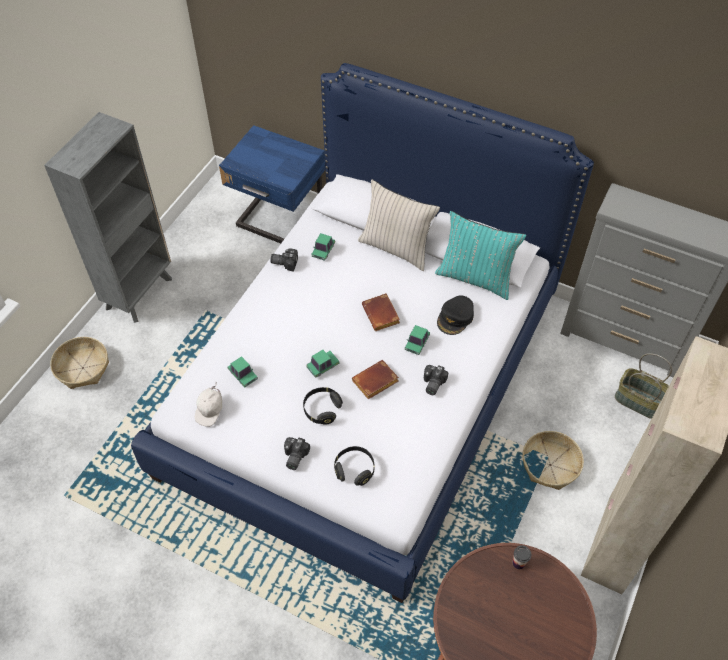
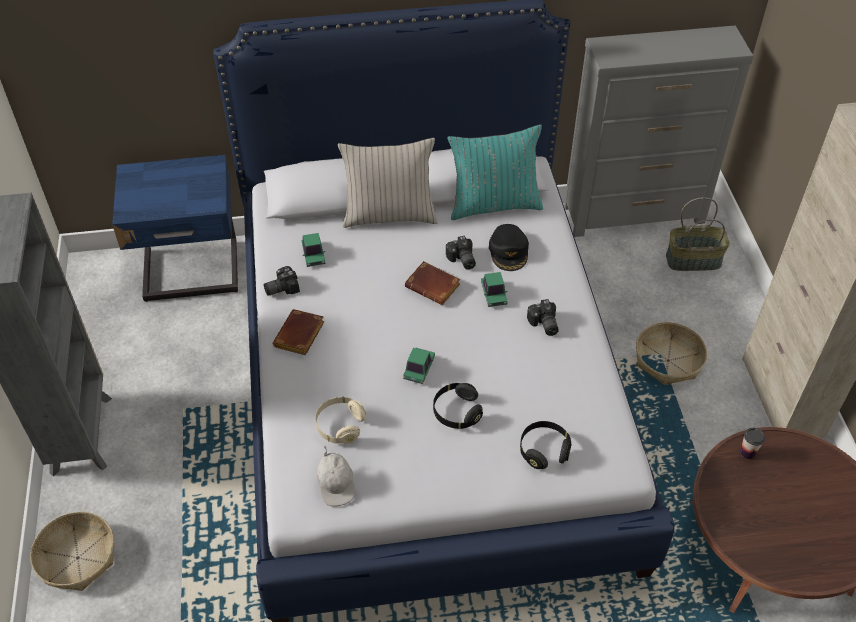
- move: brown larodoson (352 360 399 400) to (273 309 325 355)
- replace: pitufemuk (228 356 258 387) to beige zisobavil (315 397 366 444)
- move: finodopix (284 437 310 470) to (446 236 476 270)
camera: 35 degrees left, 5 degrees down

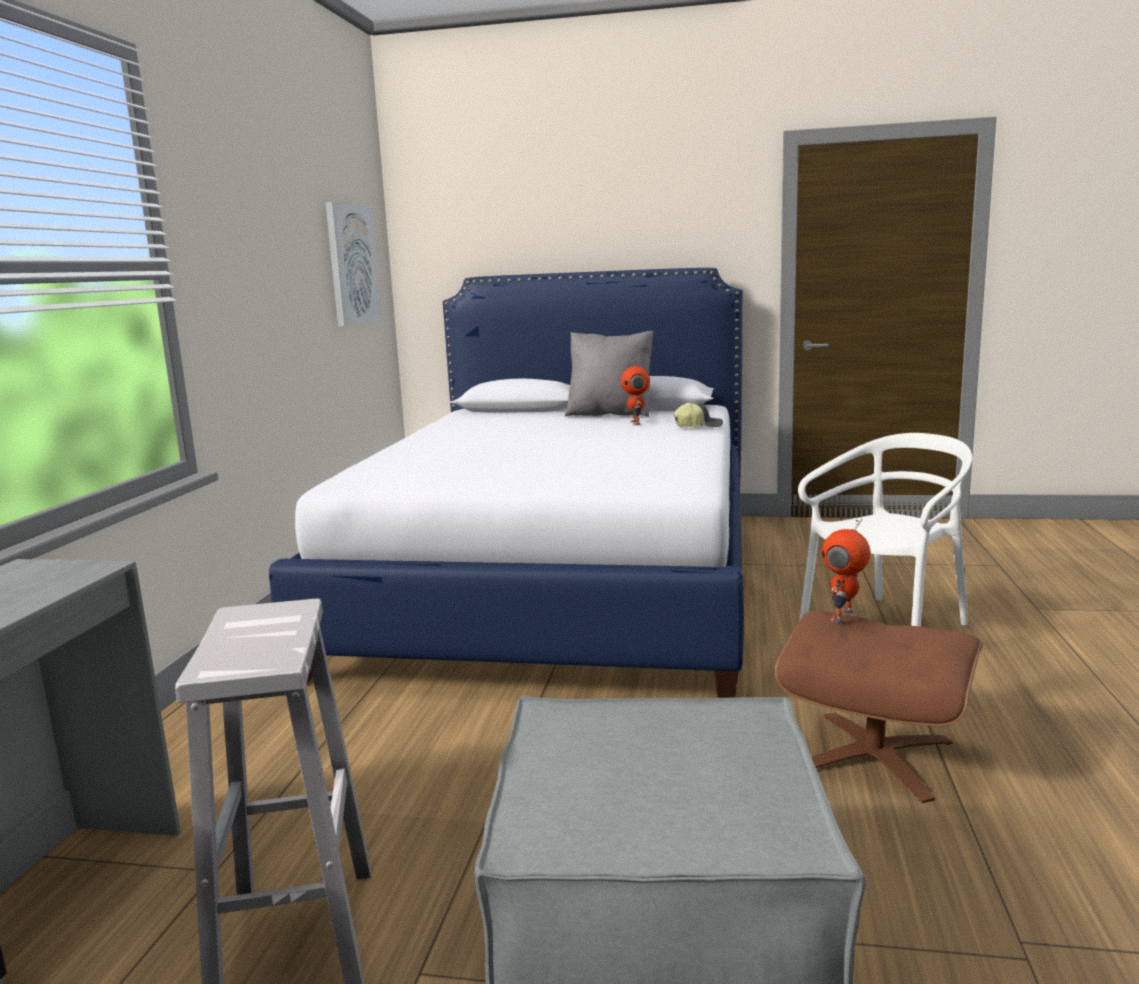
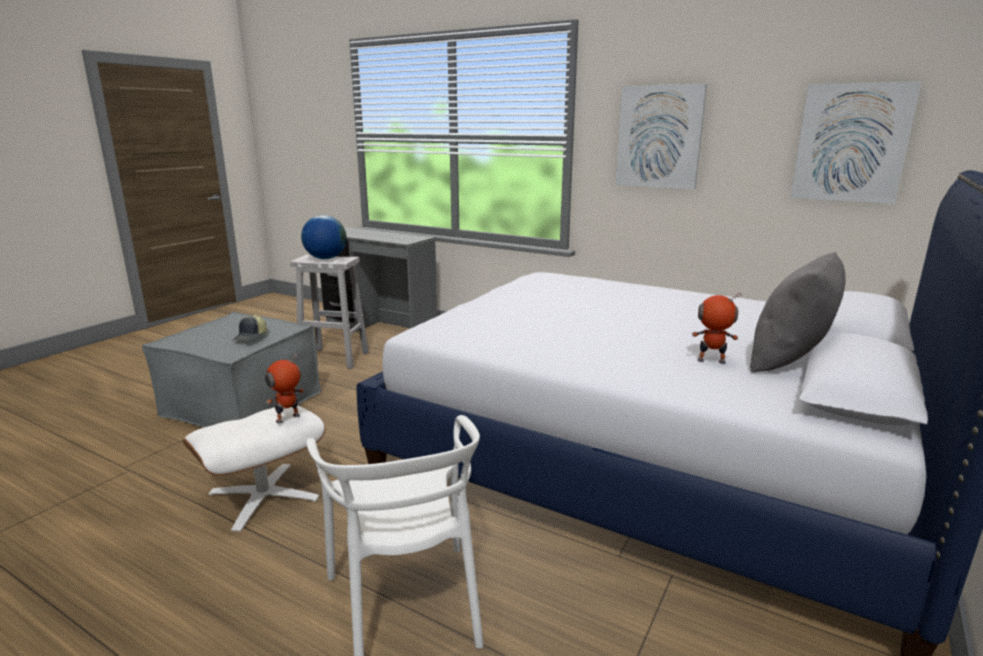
- recolor: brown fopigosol (775 610 983 803) to white fopigosol (183 405 326 532)
- move: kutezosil (673 402 723 427) to (233 315 267 341)
- rotate: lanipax (822 518 871 623) = (265 354 305 423) 105 degrees counterclockwise
- insert: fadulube (301 215 347 259)
- insert: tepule (616 84 707 189)
camera: 110 degrees right, 5 degrees up

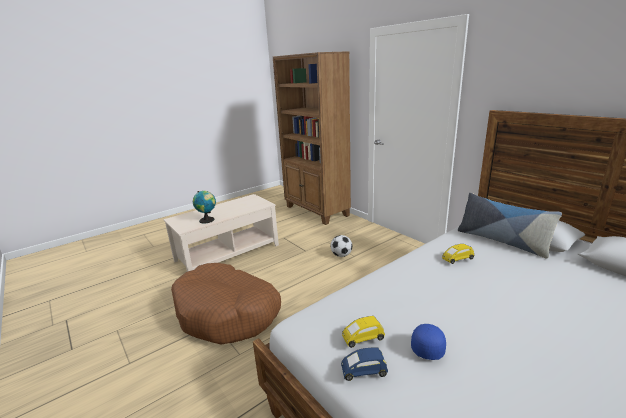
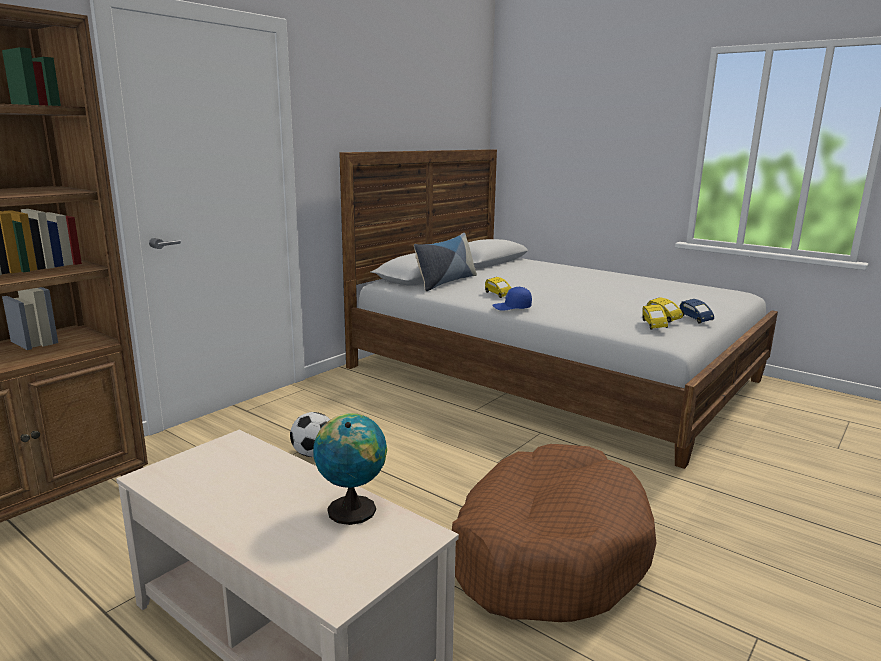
- move: blue kutezosil (411 324 446 360) to (492 287 532 311)
- insert: yellow pitufemuk (642 304 668 330)
camera: 105 degrees left, 5 degrees down

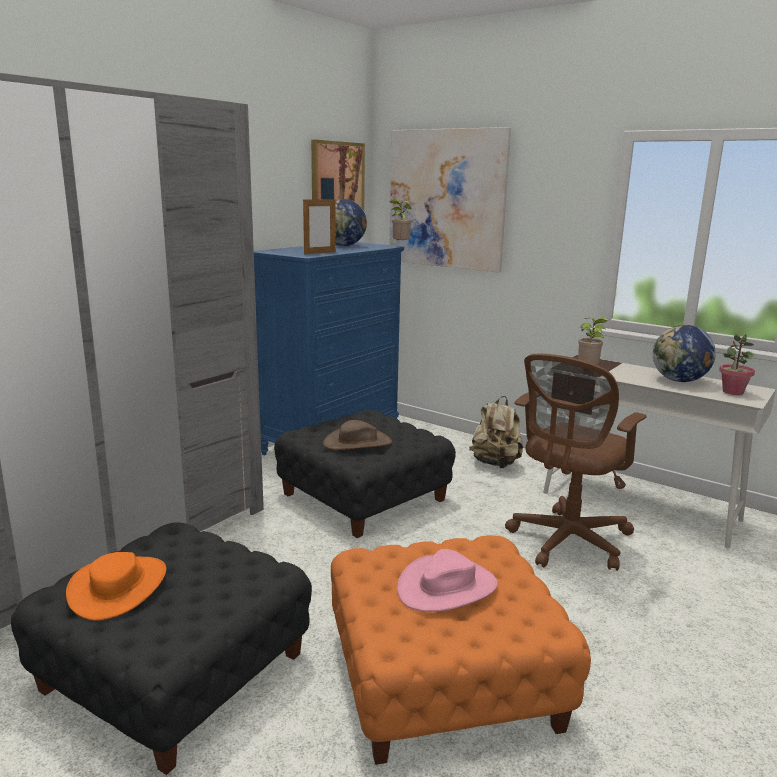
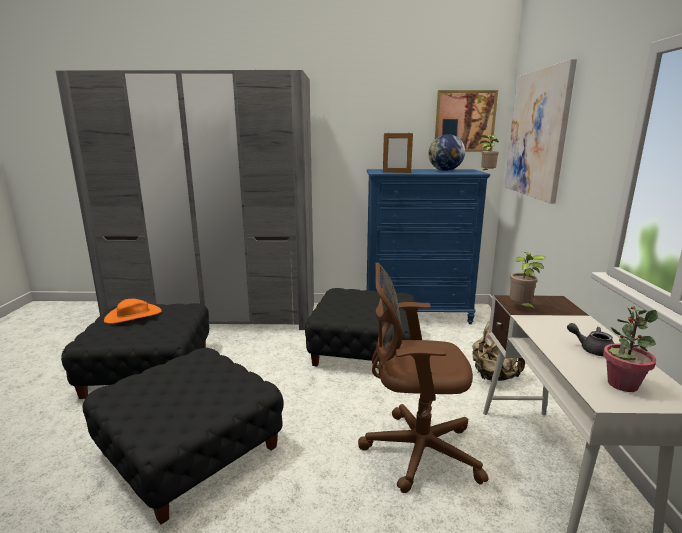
- recolor: orange fopigosol (331 535 591 765) to black fopigosol (82 348 284 524)
- replace: fadulube (653 325 716 382) to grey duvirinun (567 323 614 356)
- delete: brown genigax (323 420 392 450)
- delete: pink genigax (397 549 498 612)
camera: 55 degrees right, 0 degrees up

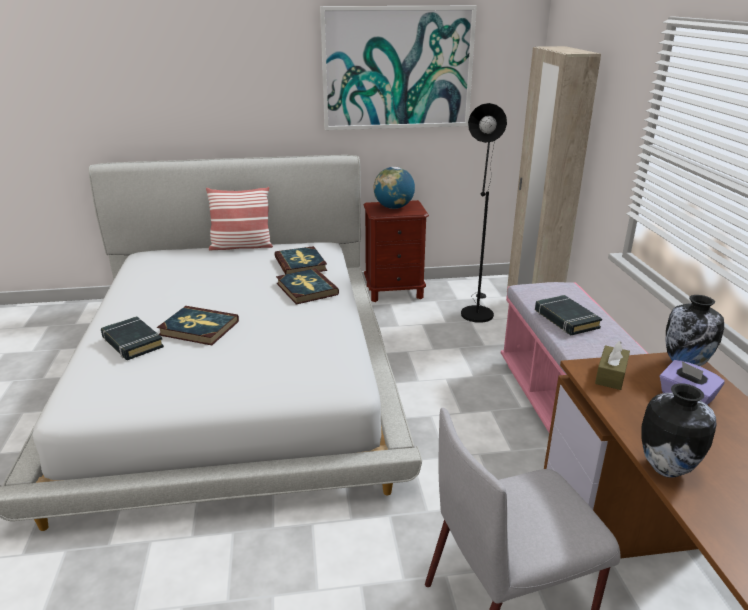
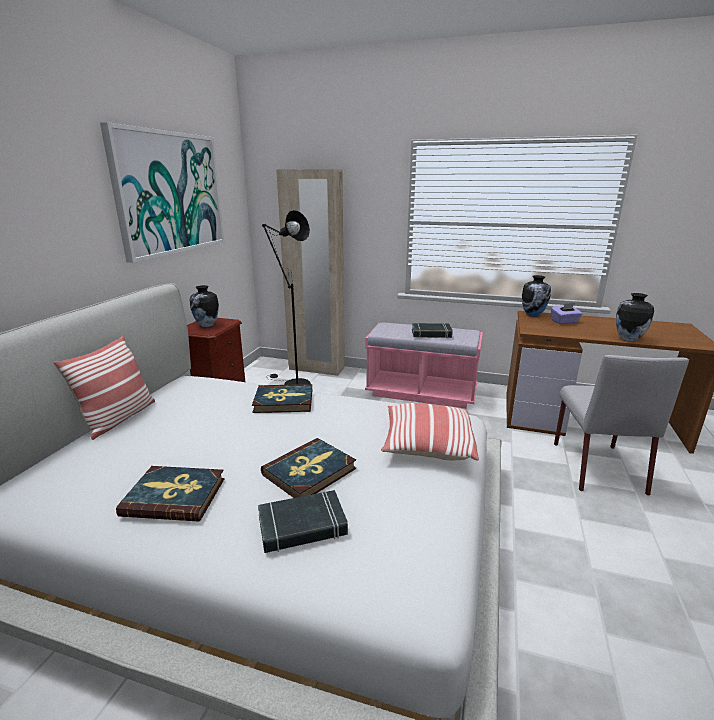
- move: larodoson (275 246 327 274) to (116 466 225 522)
- replace: fadulube (373 167 415 209) to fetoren (189 285 219 327)
- insert: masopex (381 403 479 461)
- delete: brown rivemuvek (595 341 630 390)
camera: 65 degrees left, 5 degrees down

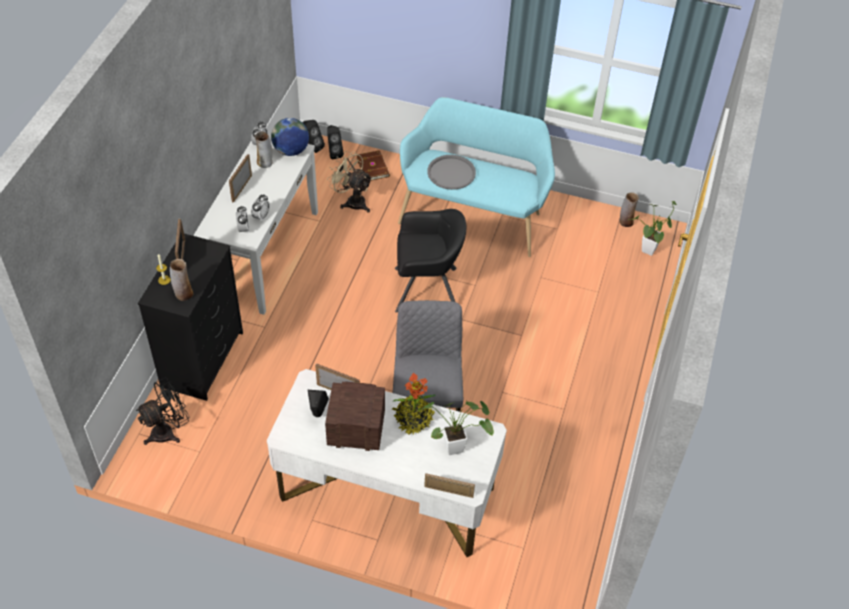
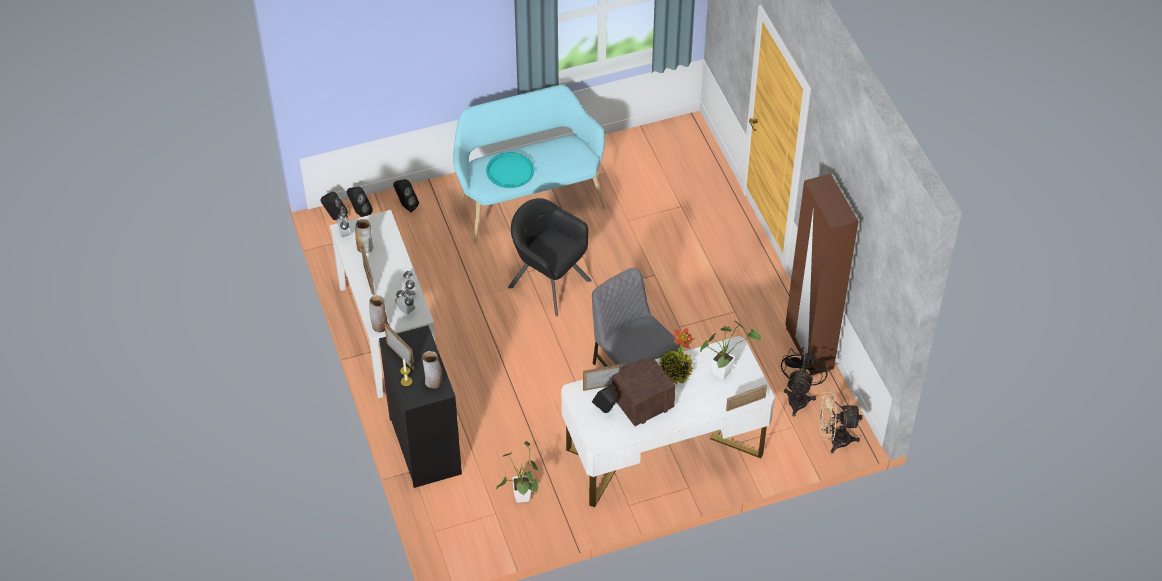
- move: fetoren (620 192 639 227) to (369 295 389 333)
- replace: brown larodoson (357 150 390 181) to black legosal (393 179 419 213)
- recolor: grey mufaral (427 155 476 190) to turquoise mufaral (486 152 534 188)
- move: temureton (628 201 677 256) to (496 441 538 503)
- rotate: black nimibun (395 209 466 312) = (508 198 592 316) 105 degrees counterclockwise
- move: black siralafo (136 378 189 445) to (781 347 829 417)
- insert: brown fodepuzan (785 174 859 375)
- move: beige siralafo (327 151 373 213) to (819 392 863 453)
- delete: fadulube (271 118 309 156)
camera: 35 degrees left, 0 degrees up

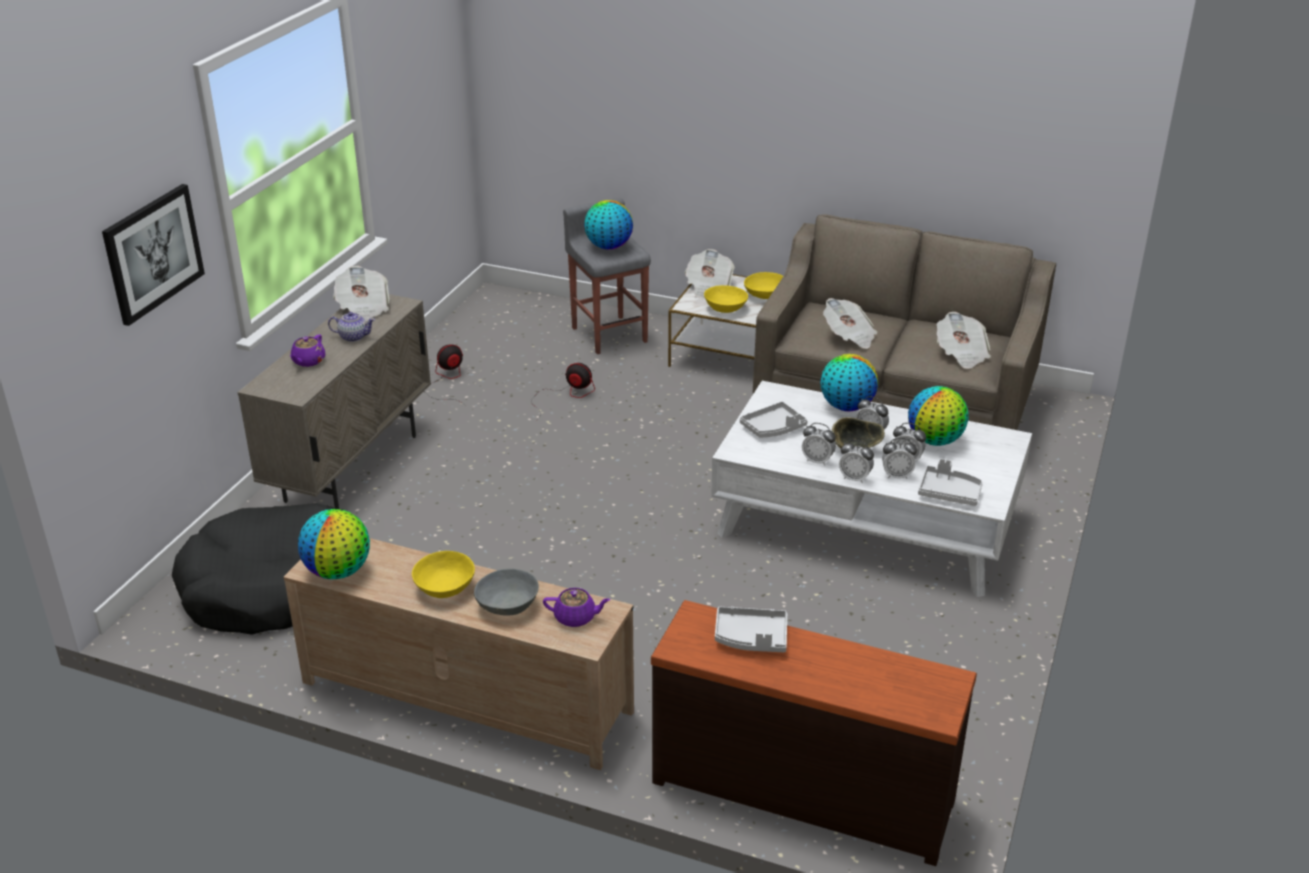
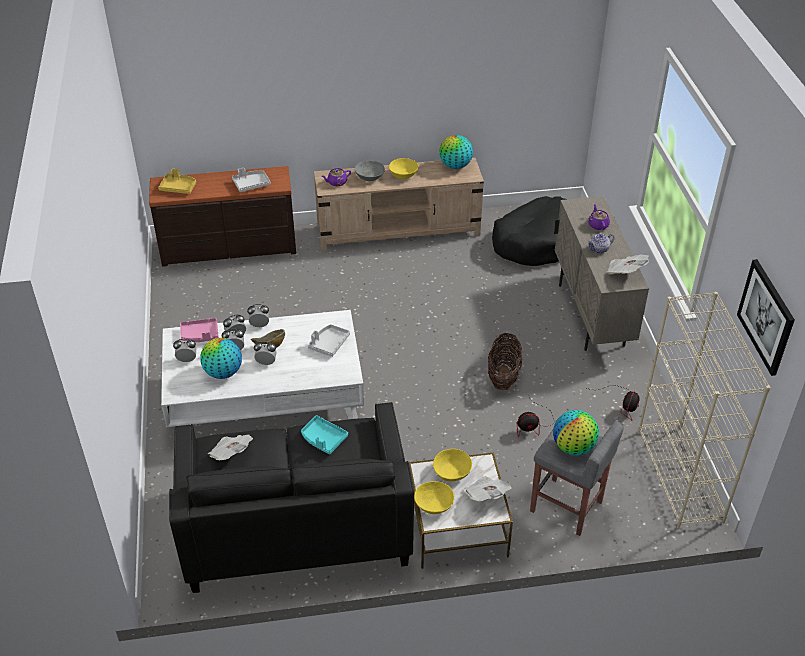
- insert: yellow mufaral (158 169 196 194)
- recolor: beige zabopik (753 214 1056 430) to black zabopik (169 402 414 593)
- move: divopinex (802 423 836 466) to (173 339 196 362)
- recolor: grey mufaral (918 459 983 506) to pink mufaral (180 318 219 342)
- replace: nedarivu (823 298 877 349) to turquoise mufaral (301 415 348 454)
- insert: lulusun (488 333 522 390)
- insert: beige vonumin (638 292 771 529)
- move: tepule (102 184 205 326) to (737 259 795 376)
- delete: fadulube (820 354 878 411)
camera: 150 degrees right, 10 degrees up

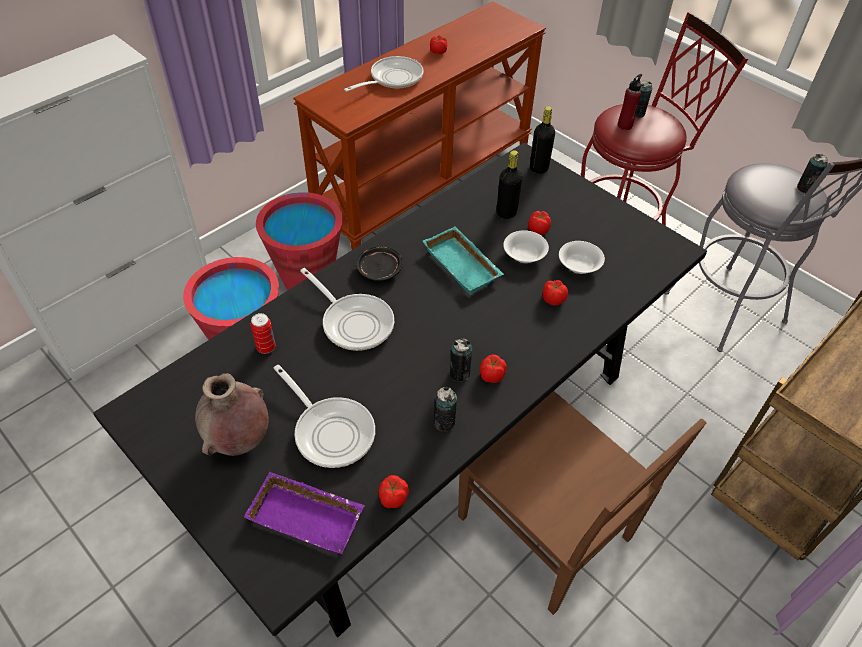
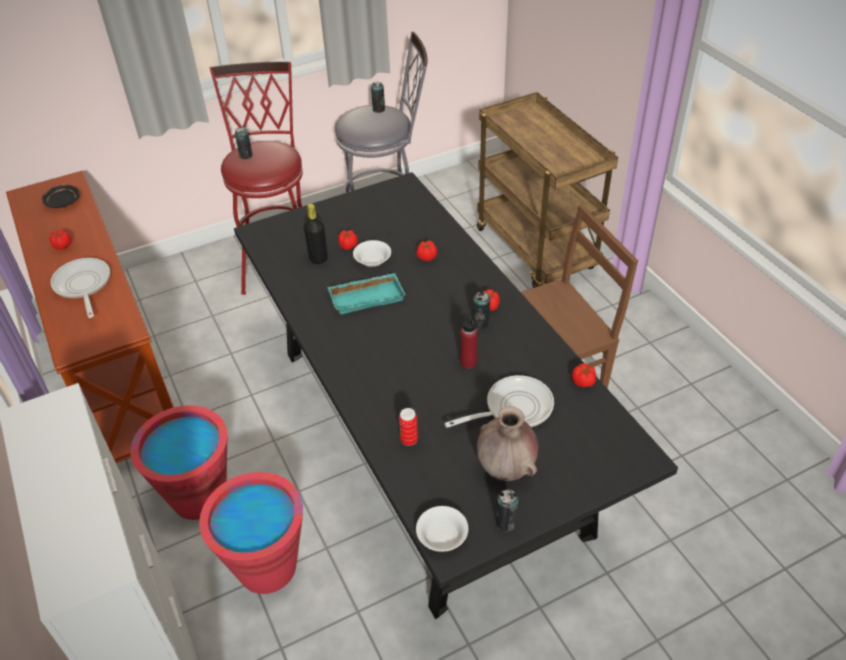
- move: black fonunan (356 246 403 281) to (42 185 80 208)
- move: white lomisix (559 241 605 274) to (416 506 468 552)
- move: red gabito (618 74 642 130) to (460 312 478 368)
- move: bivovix (434 387 457 432) to (496 489 518 532)
- delete: purple mufaral (244 472 364 555)
- delete: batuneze (300 268 394 351)
- delete: black gabito (530 106 555 174)
camera: 70 degrees left, 5 degrees down

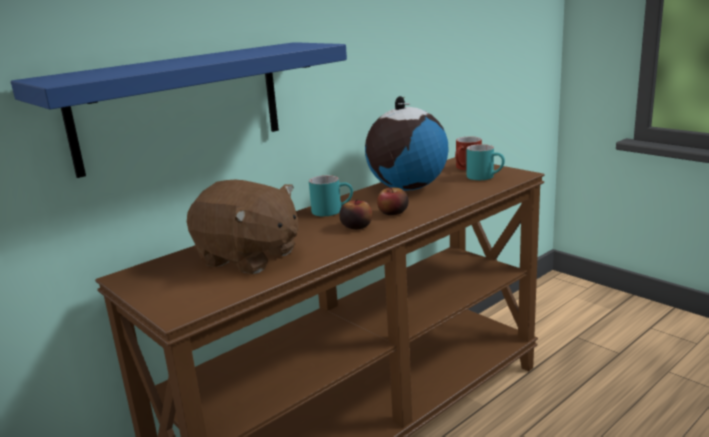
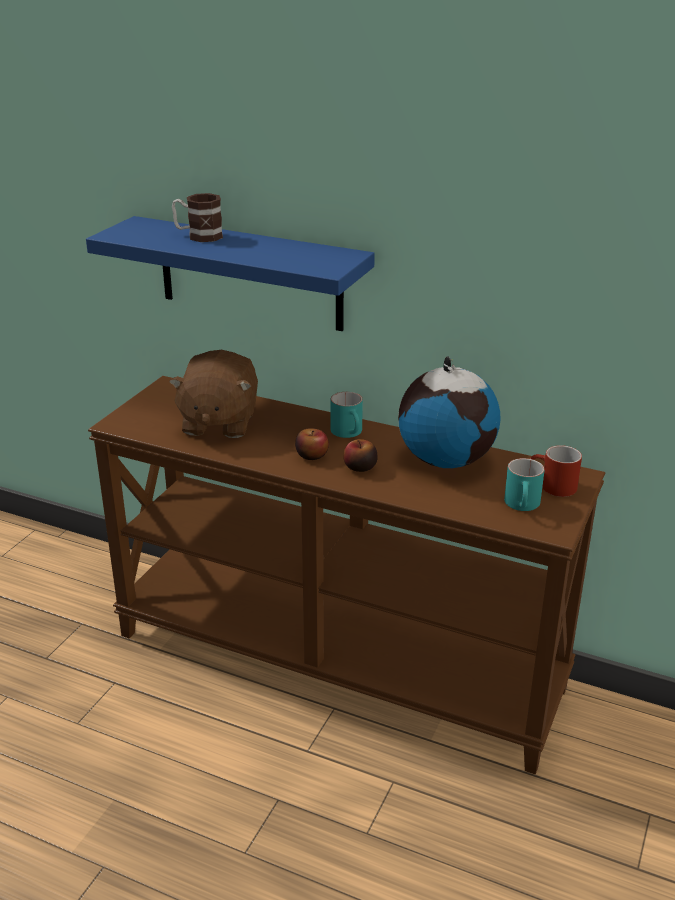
- insert: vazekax (172 193 223 242)
camera: 65 degrees right, 10 degrees up

